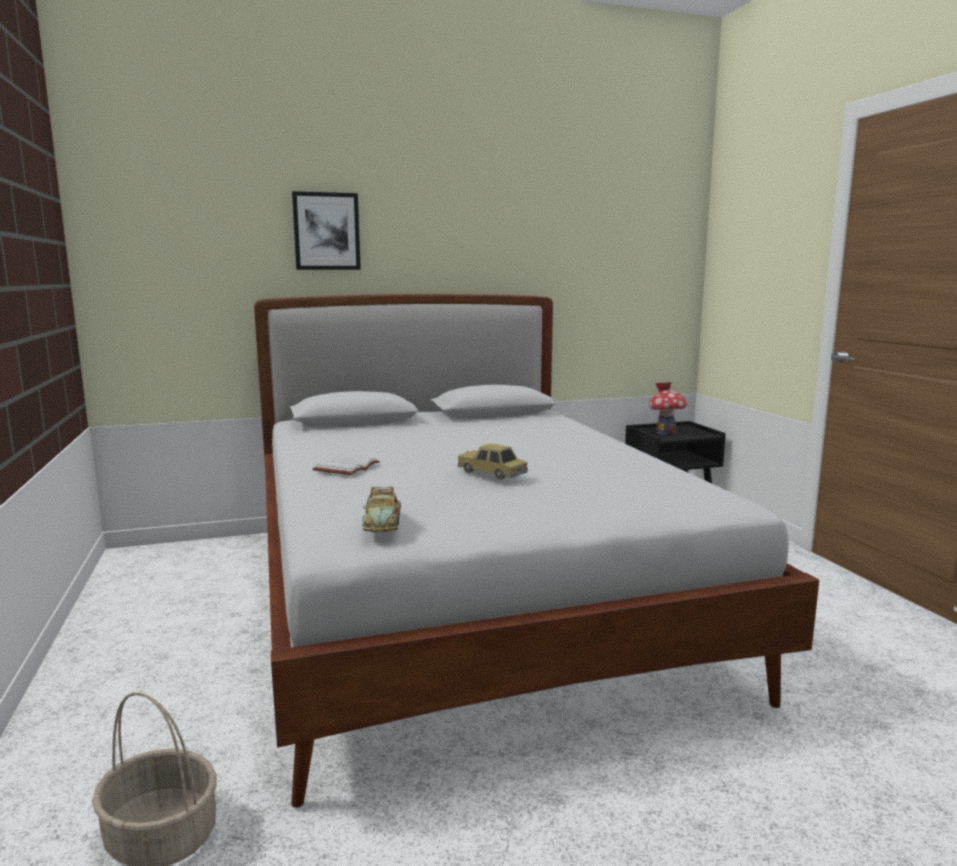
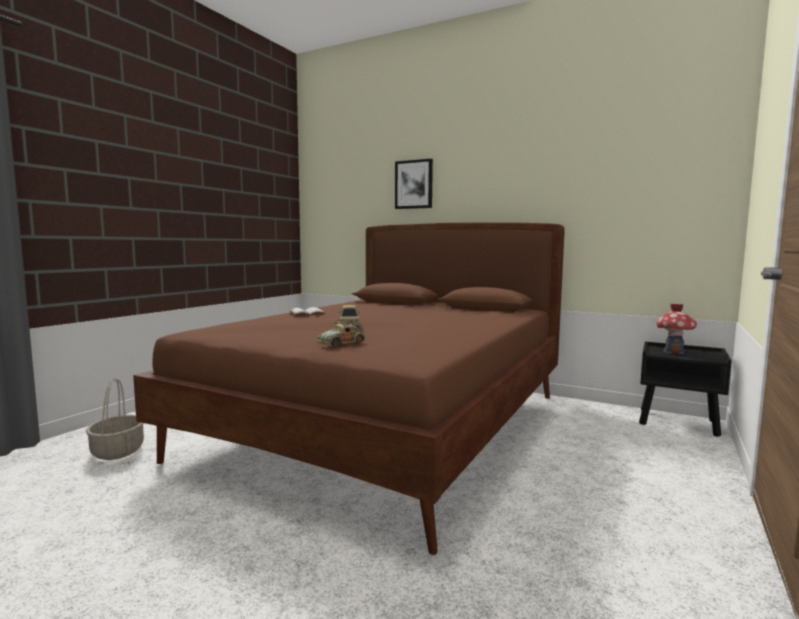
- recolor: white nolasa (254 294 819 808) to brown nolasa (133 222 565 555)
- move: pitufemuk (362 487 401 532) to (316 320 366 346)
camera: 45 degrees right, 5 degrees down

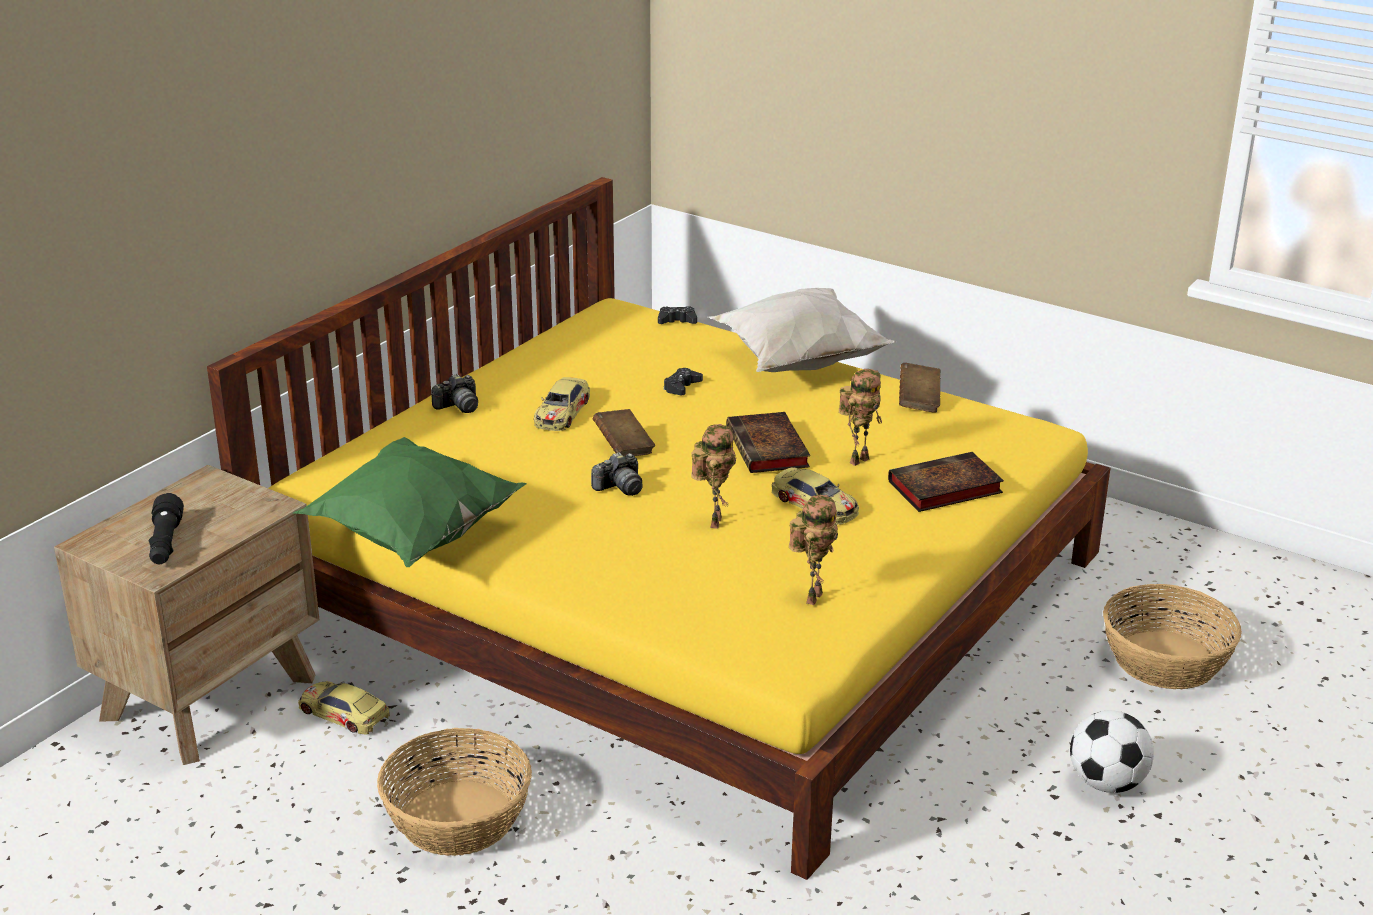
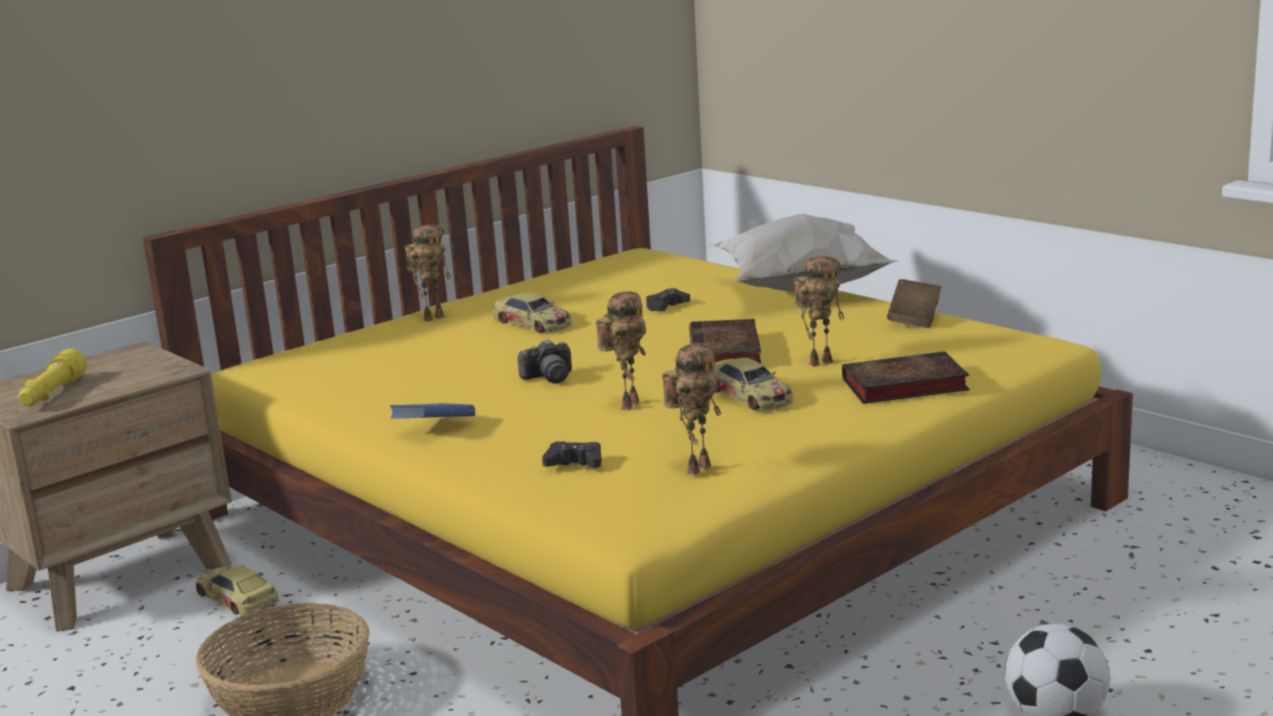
- recolor: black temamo (149 493 184 564) to yellow temamo (19 349 87 406)
- insert: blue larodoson (390 403 475 418)
- replace: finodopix (431 374 478 413) to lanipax (405 225 451 322)
- rotate: pitufemuk (534 377 590 431) = (493 292 572 333) 75 degrees counterclockwise
- move: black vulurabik (658 306 697 324) to (542 441 602 468)
- delete: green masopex (293 437 526 567)
- delete: brown larodoson (593 409 655 456)
- delete: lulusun (1103 584 1242 689)
camera: 15 degrees right, 10 degrees down

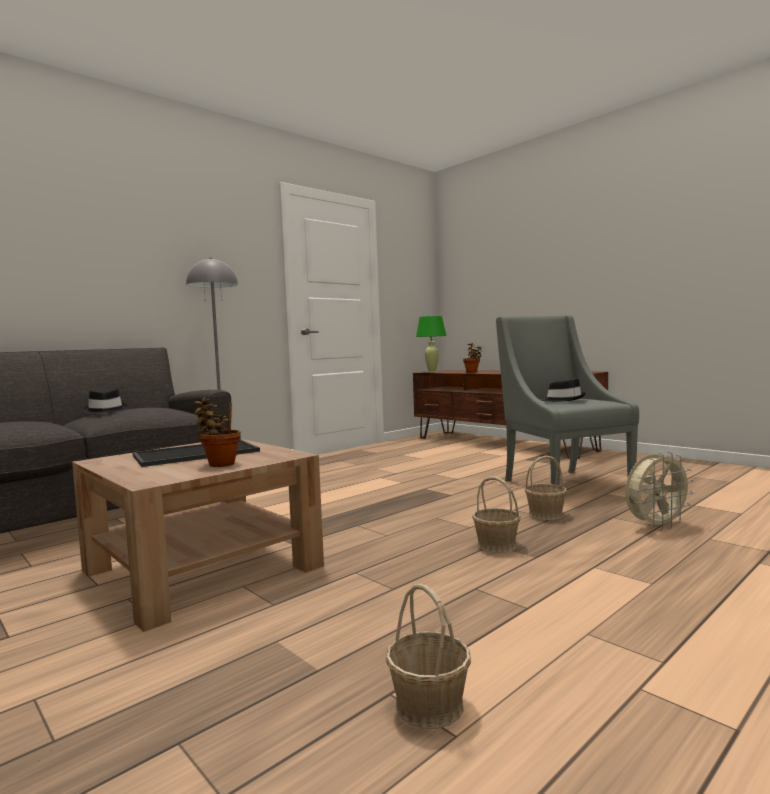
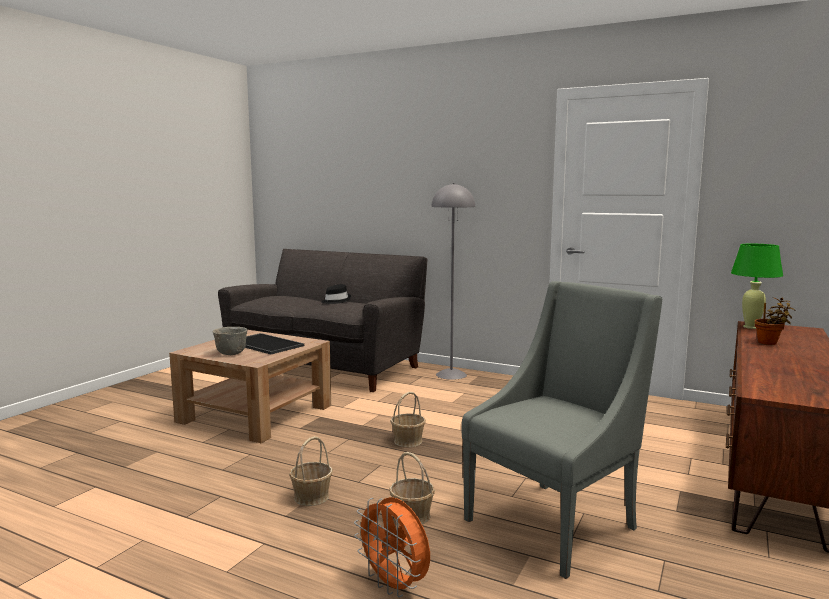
- replace: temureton (194 397 241 467) to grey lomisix (213 327 247 355)
- recolor: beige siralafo (626 452 694 531) to orange siralafo (354 497 430 597)
- move: lulusun (386 583 471 729) to (390 392 426 447)
- delete: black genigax (542 379 586 402)
camera: 70 degrees right, 5 degrees up

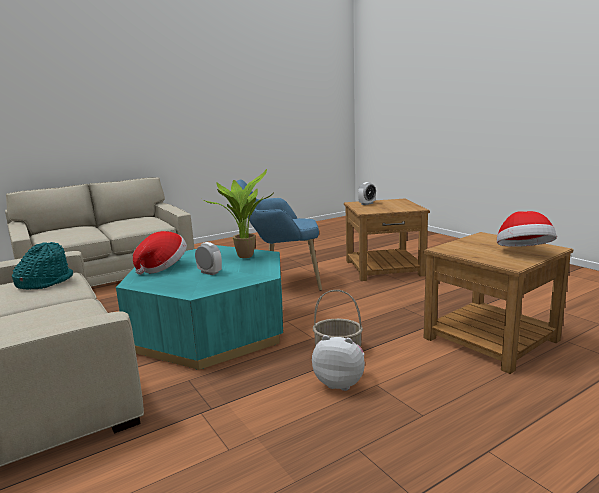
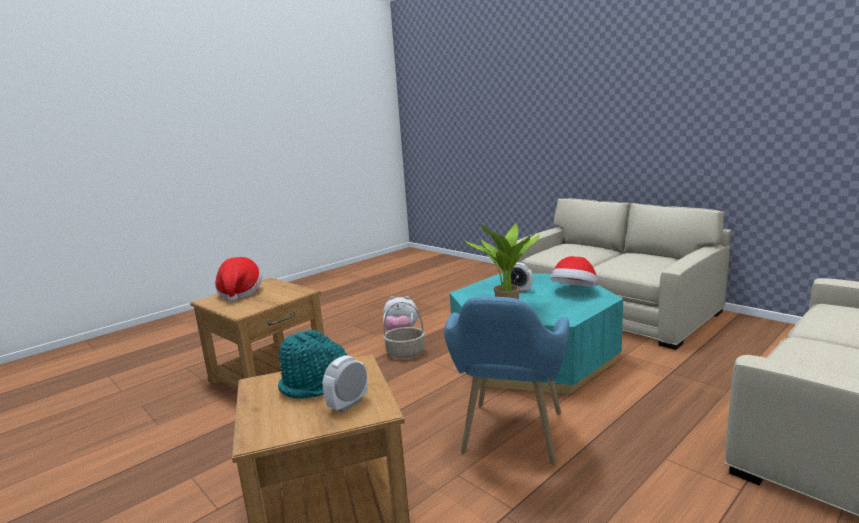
- move: turquoise genigax (12 242 73 289) to (278 330 347 399)
- rotate: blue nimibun (236 180 322 291) = (444 296 569 465) 120 degrees clockwise
camera: 170 degrees right, 0 degrees up

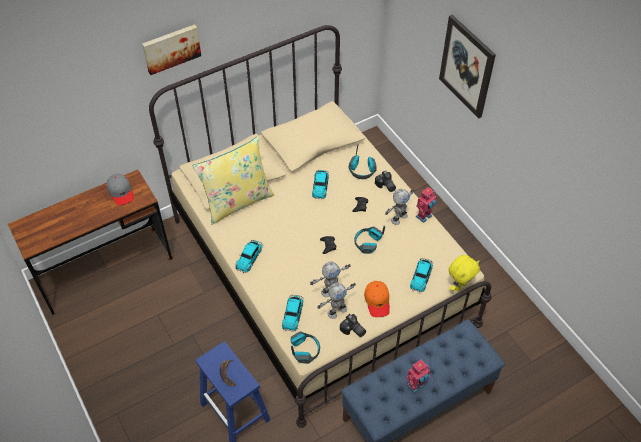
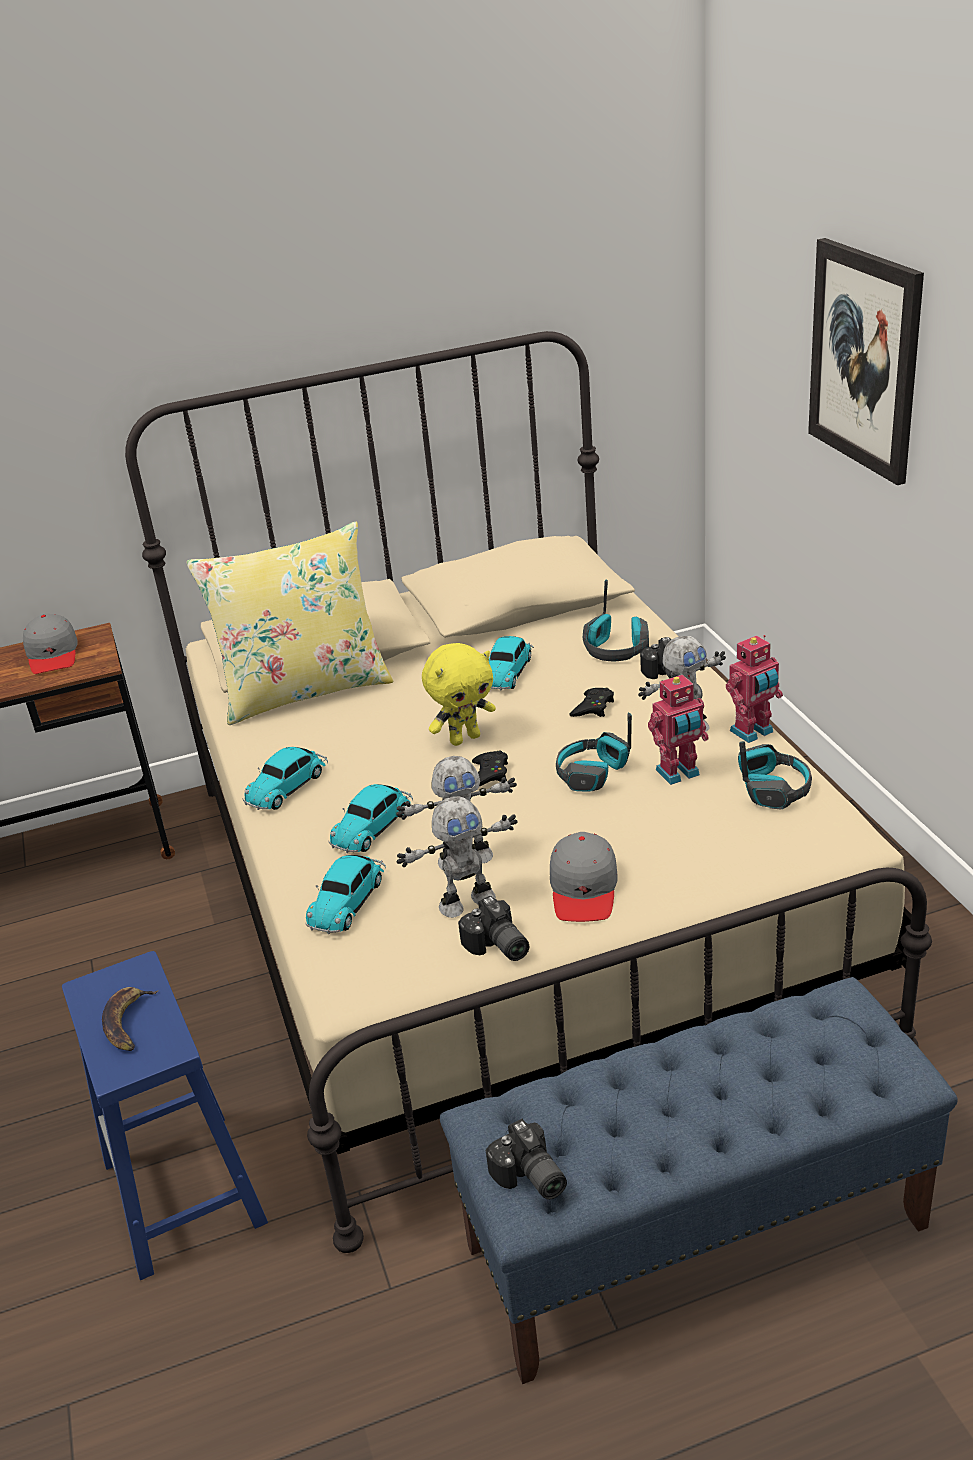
- move: pitufemuk (410 258 434 293) to (329 784 413 853)
- move: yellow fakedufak (449 255 480 291) to (422 643 496 746)
- insert: finodopix (486 1118 567 1199)
- recolor: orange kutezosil (364 281 390 317) to grey kutezosil (550 832 618 922)
- move: lanipax (406 360 430 394) to (648 675 709 785)
- move: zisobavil (291 332 320 364) to (738 741 812 809)
- delete: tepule (142 24 201 75)
camera: 15 degrees right, 20 degrees down

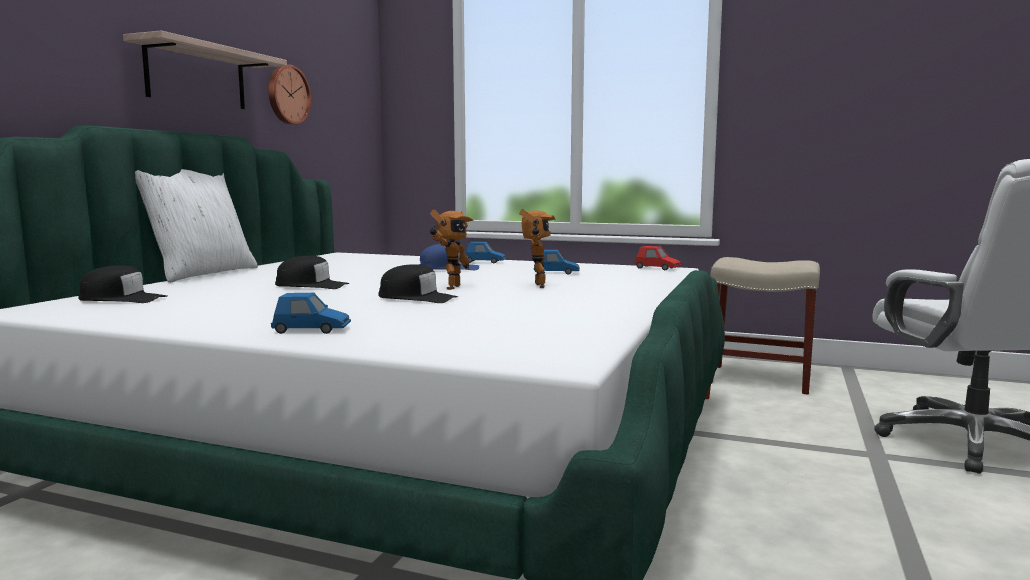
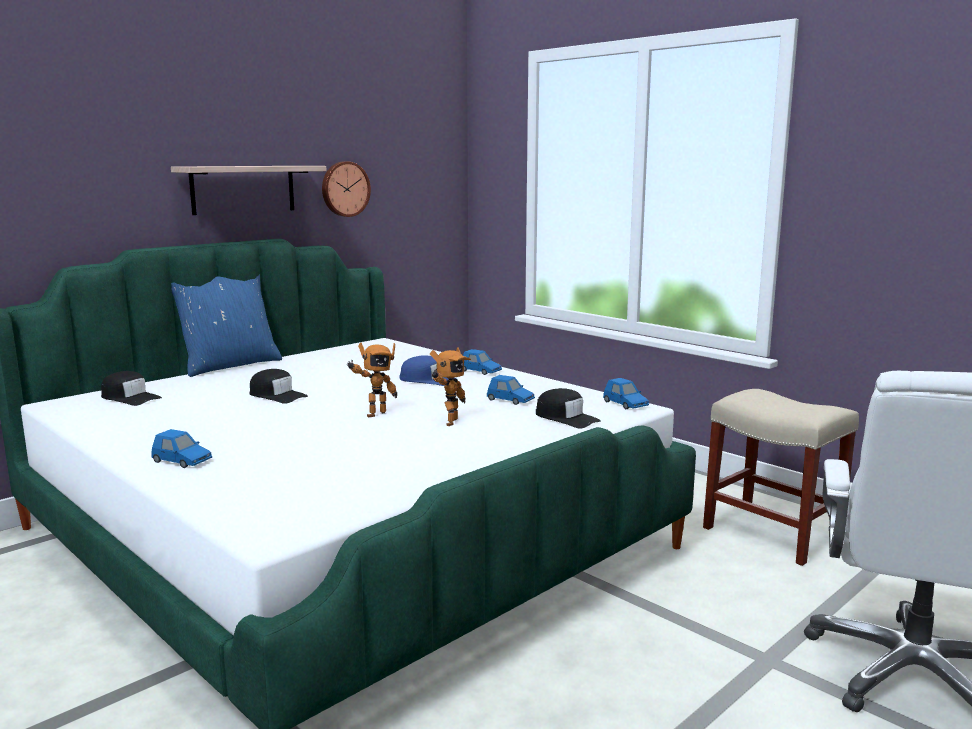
- recolor: white masopex (135 169 258 283) to blue masopex (171 274 282 377)
- move: black kutezosil (378 264 458 303) to (536 388 601 429)
- recolor: red pitufemuk (635 246 682 270) to blue pitufemuk (603 378 649 409)
camera: 25 degrees right, 5 degrees up

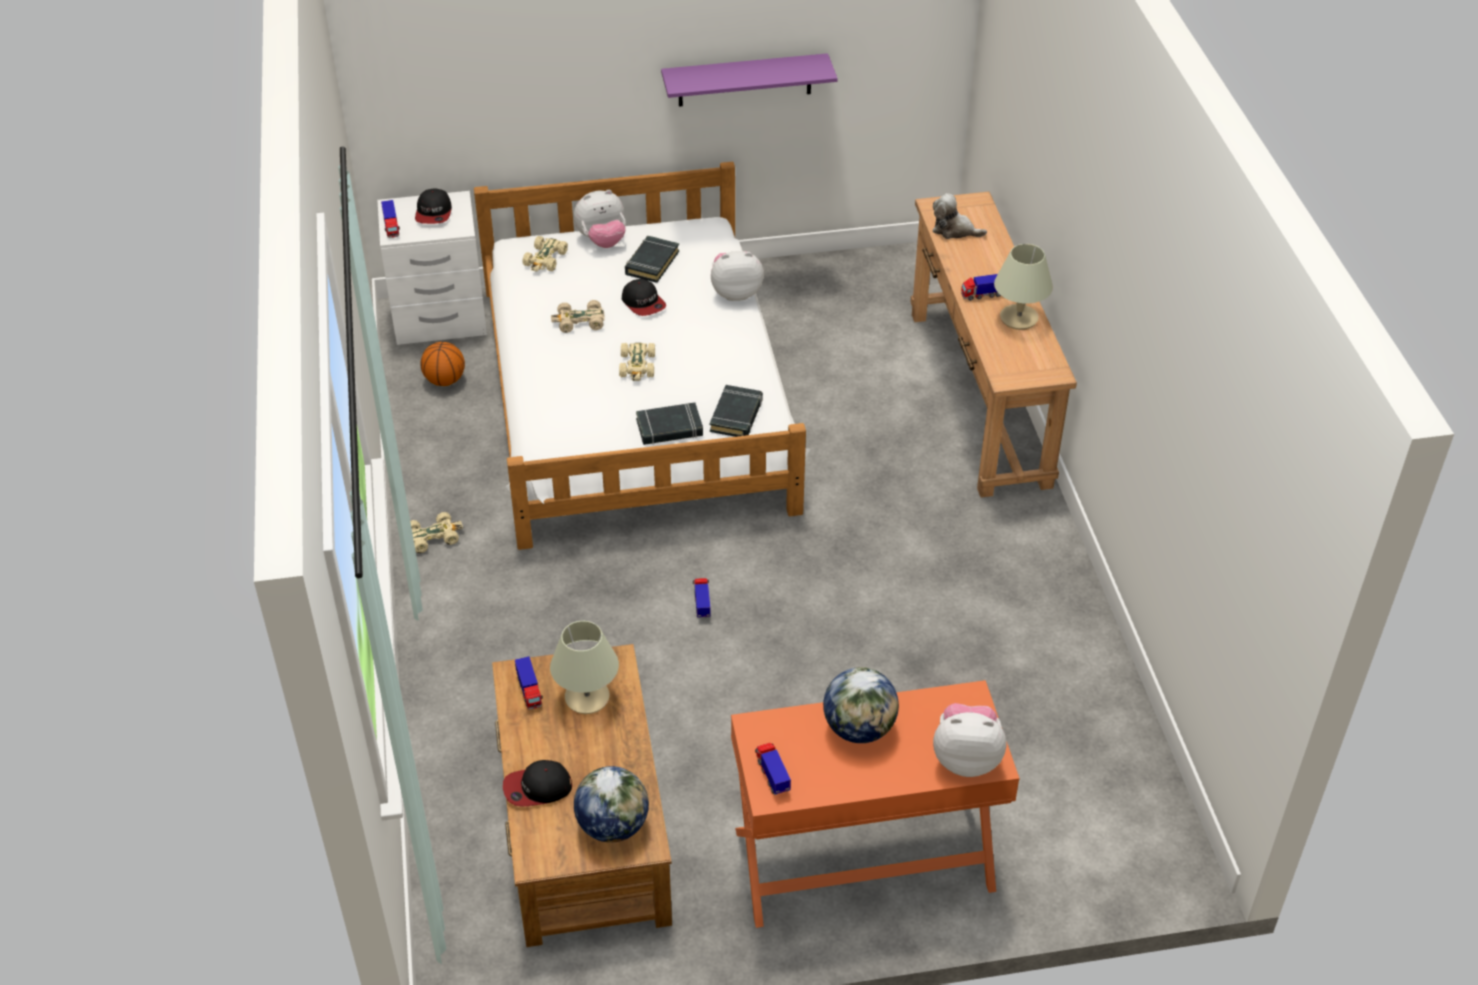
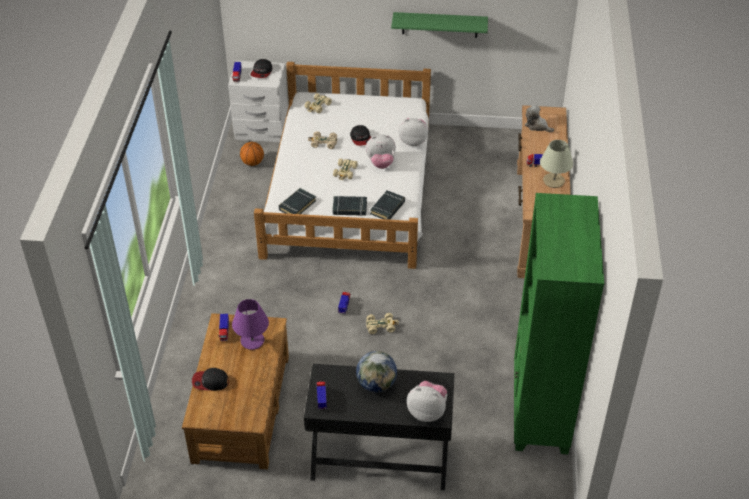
- recolor: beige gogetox (550 621 619 714) to purple gogetox (232 299 269 350)
- move: black larodoson (625 236 679 283) to (279 188 316 214)
- recolor: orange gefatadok (731 680 1020 928) to black gefatadok (304 364 455 490)
- move: fakedufak (574 190 626 248) to (366 134 396 169)
- move: beige pitufemuk (410 512 463 553) to (366 313 399 334)
- recolor: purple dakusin (661 53 838 107) to green dakusin (391 12 488 38)
- insert: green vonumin (514 193 604 454)
- delete: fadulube (574 766 649 843)
camera: 15 degrees right, 0 degrees up

